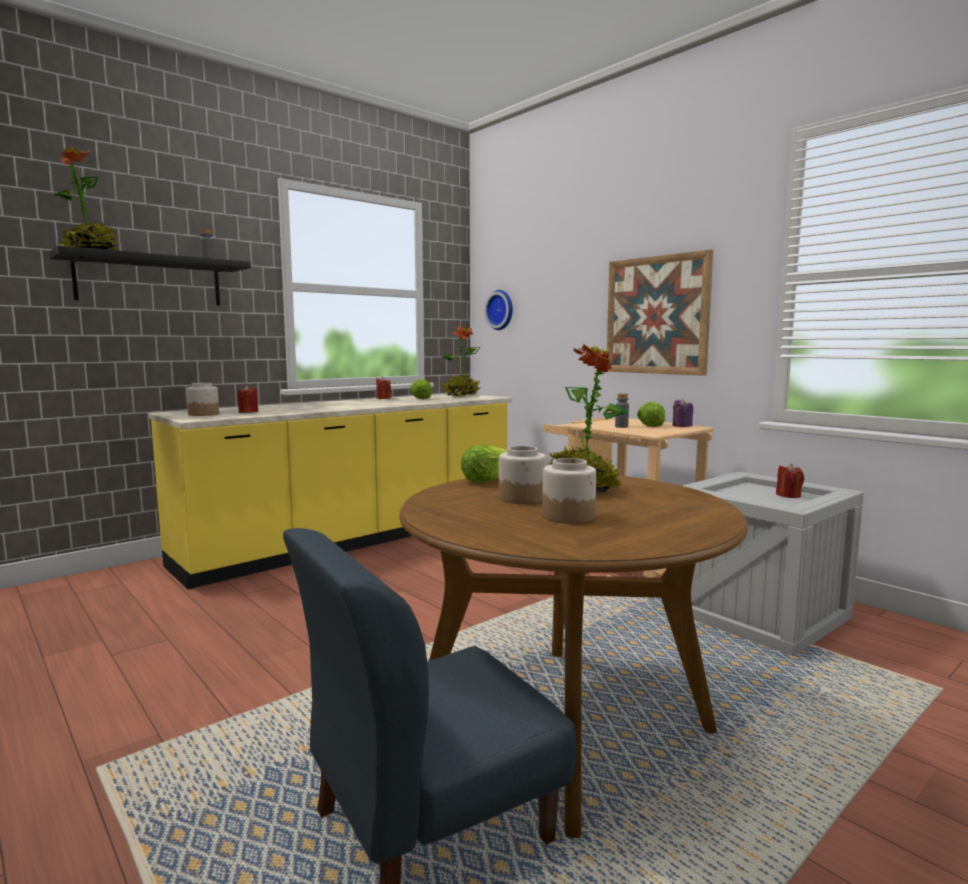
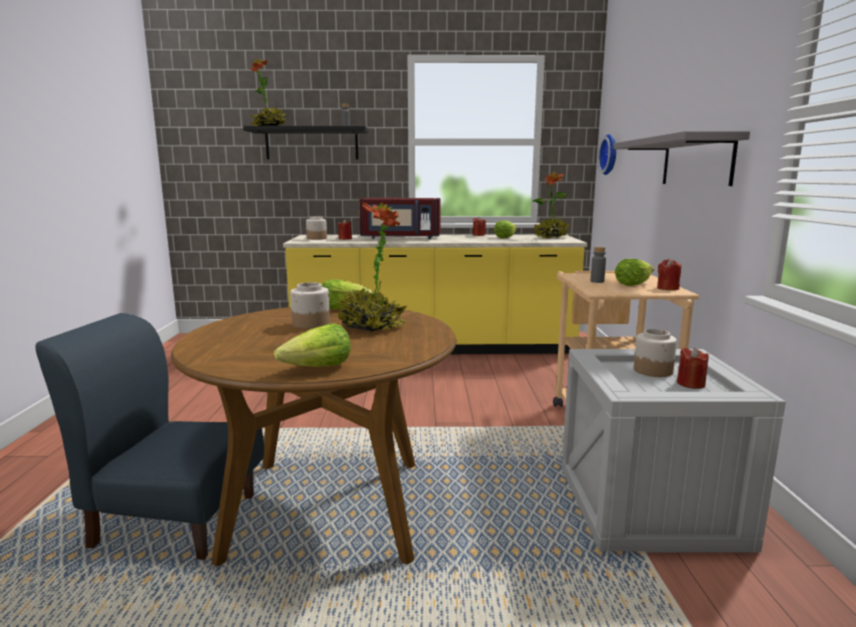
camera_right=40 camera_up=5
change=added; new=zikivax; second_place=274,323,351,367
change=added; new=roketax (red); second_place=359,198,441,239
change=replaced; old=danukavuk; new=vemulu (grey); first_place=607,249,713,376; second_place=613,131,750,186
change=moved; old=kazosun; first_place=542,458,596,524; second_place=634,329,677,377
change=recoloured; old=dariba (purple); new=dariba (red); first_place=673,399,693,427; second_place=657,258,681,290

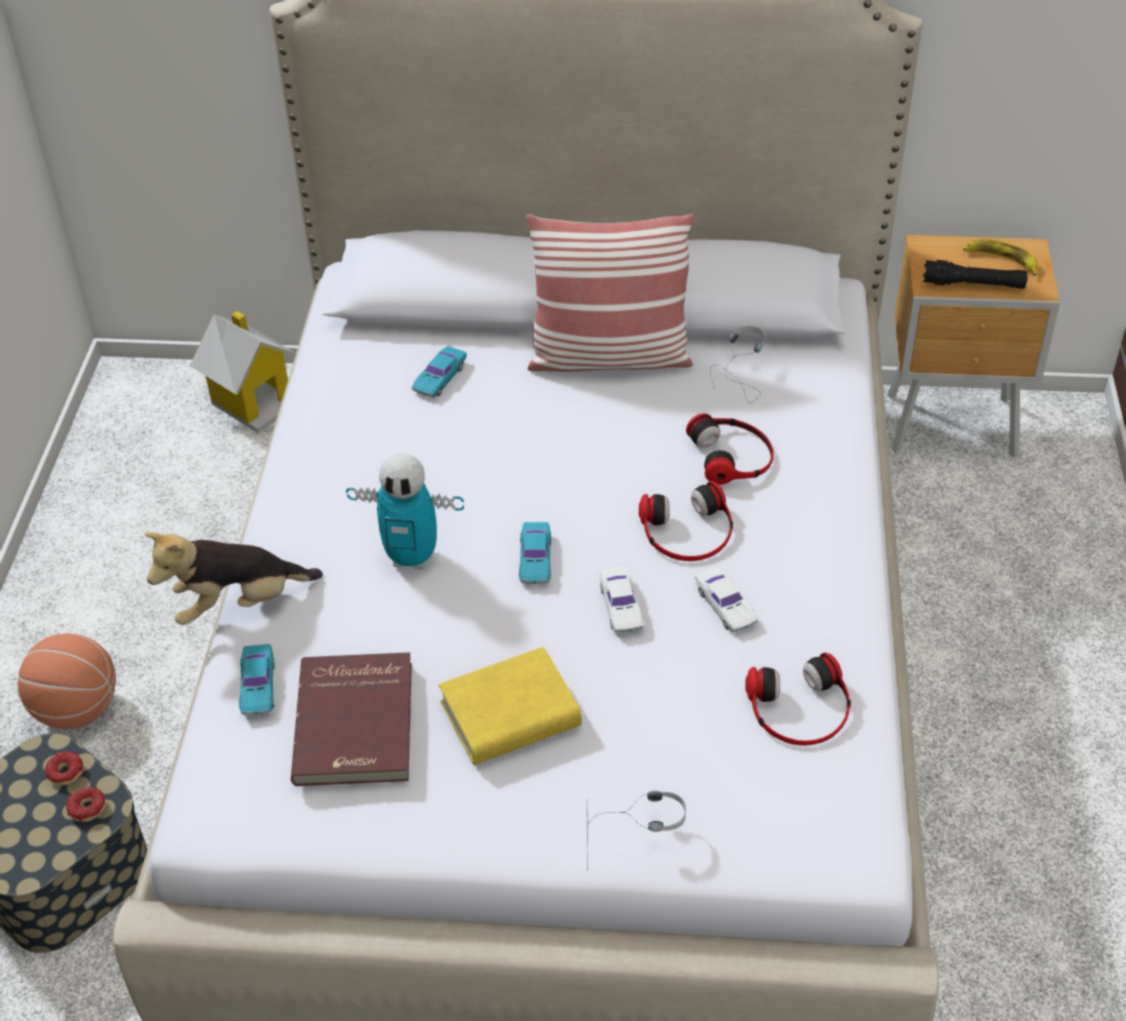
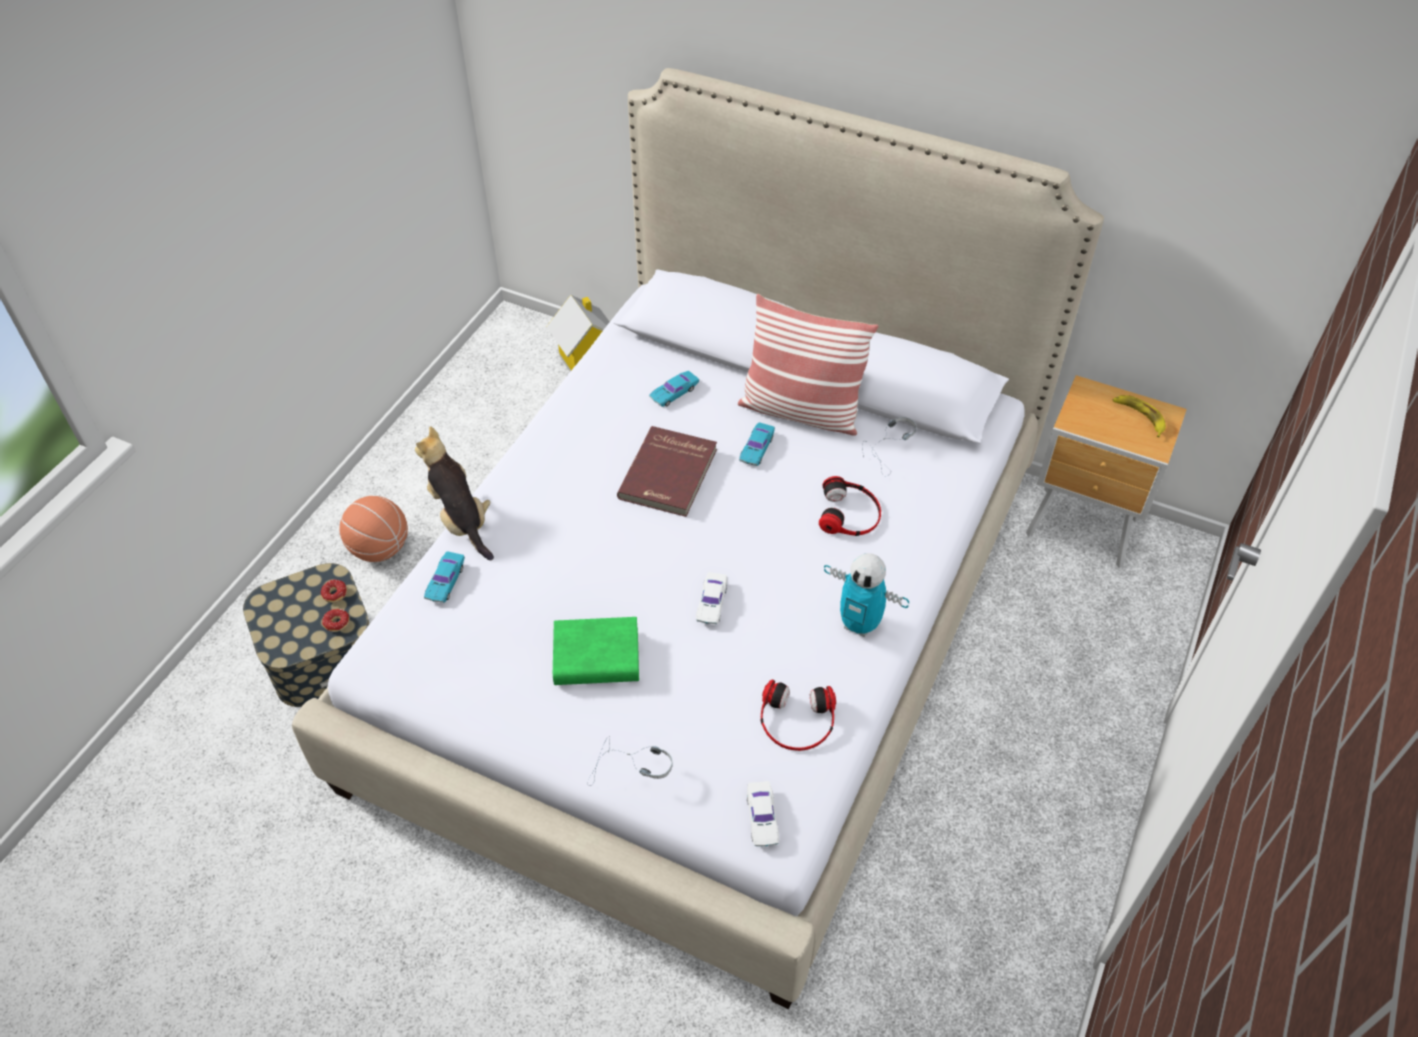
camera_right=20 camera_up=5
change=turned; old=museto; first_place=145,532,323,625; second_place=415,426,494,560; degrees=60
change=recoloured; old=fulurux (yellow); new=fulurux (green); first_place=439,647,582,765; second_place=553,617,639,685
change=moved; old=fulurux (red); first_place=291,652,412,786; second_place=617,426,717,517
change=moved; old=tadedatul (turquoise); first_place=519,522,552,584; second_place=739,422,775,466
change=moved; old=tadedatul (white); first_place=695,566,758,632; second_place=747,781,779,846
change=moved; old=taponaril; first_place=346,453,464,570; second_place=824,553,909,637
change=removed; old=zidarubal; first_place=639,481,733,561
change=removed; old=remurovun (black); first_place=923,260,1027,289

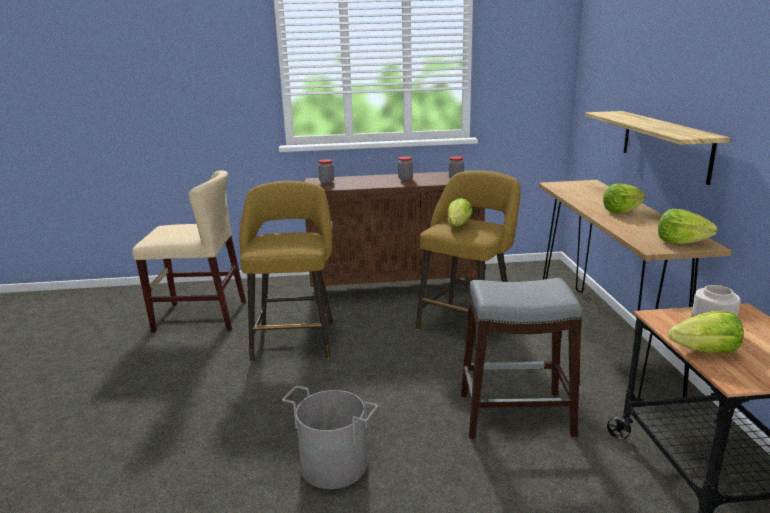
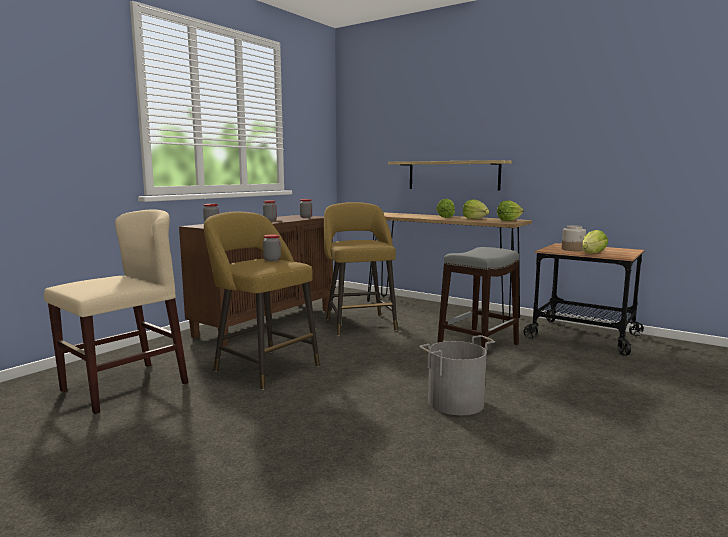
camera_right=-50 camera_up=-10
change=added; new=kazosun; second_place=263,234,281,261
change=moved; old=zikivax; first_place=447,198,473,226; second_place=463,199,489,219

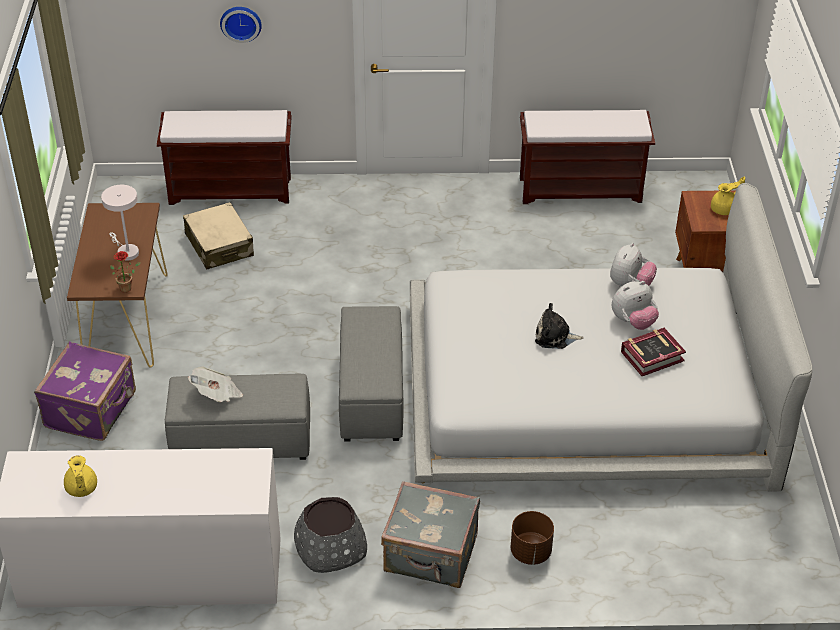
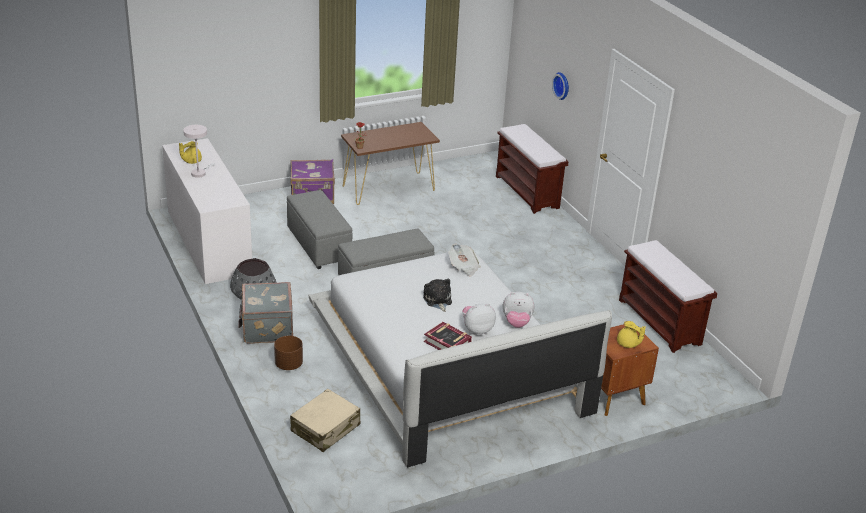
camera_right=65 camera_up=-10
change=moved; old=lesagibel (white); first_place=101,185,139,261; second_place=183,125,215,178
change=moved; old=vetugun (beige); first_place=183,202,254,270; second_place=290,389,360,452
change=moved; old=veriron; first_place=188,367,243,402; second_place=448,244,481,277
change=turned; old=museto; first_place=612,281,659,330; second_place=462,303,496,335; degrees=120

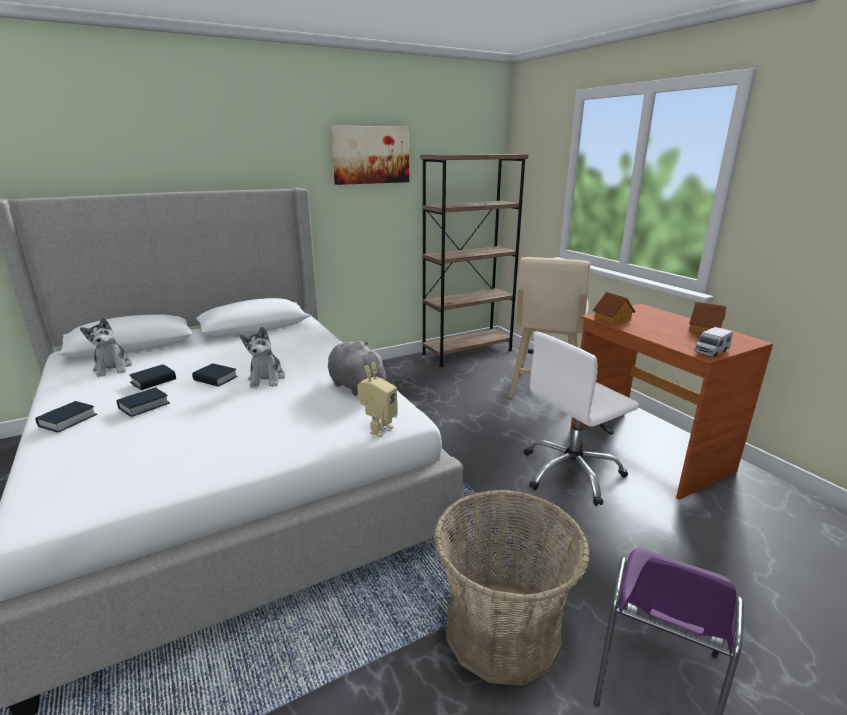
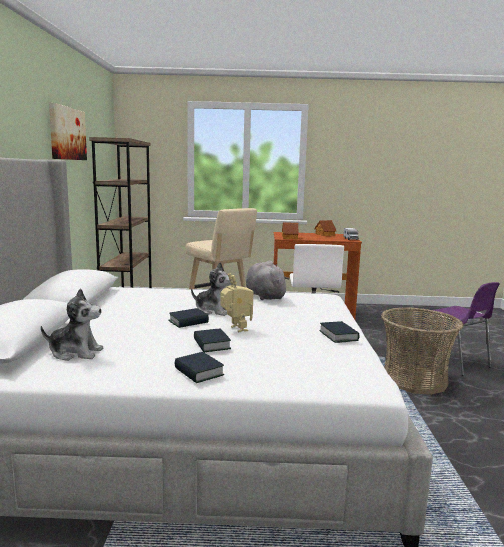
camera_right=-60 camera_up=-10
change=moved; old=taponaril; first_place=357,362,398,437; second_place=220,273,254,332
change=turned; old=museto (grey); first_place=328,341,390,396; second_place=246,261,290,300; degrees=75
change=moved; old=fulurux; first_place=129,364,176,390; second_place=319,321,360,343

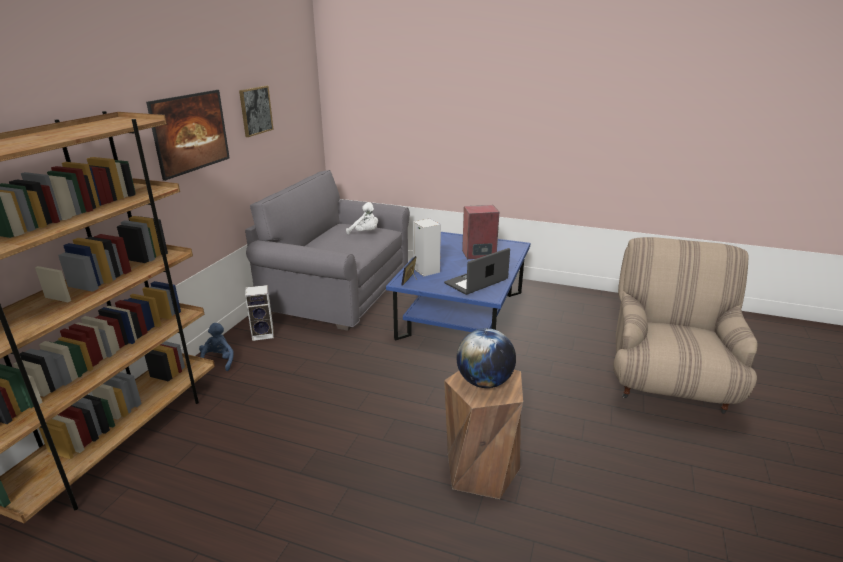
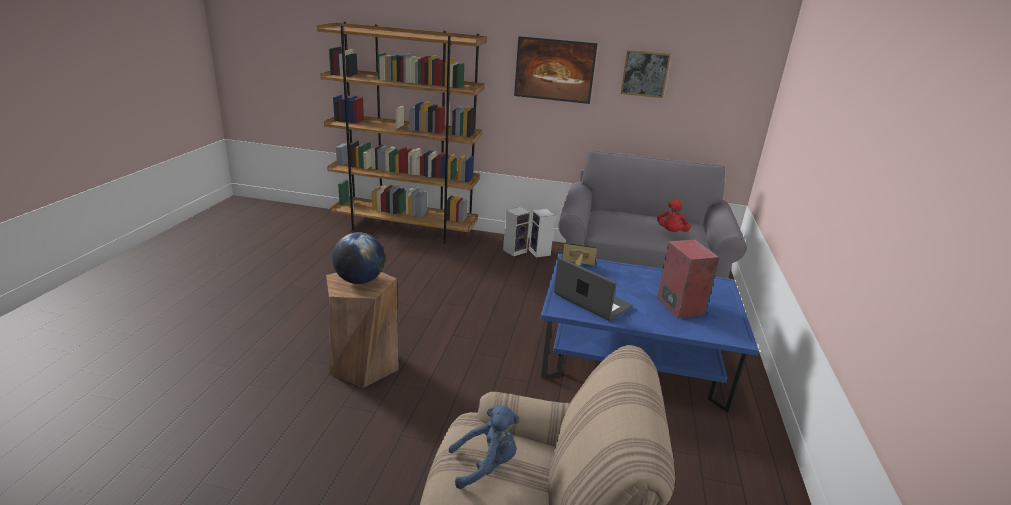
camera_right=80 camera_up=0
change=moved; old=museto (blue); first_place=199,323,234,371; second_place=448,406,520,489
change=moved; old=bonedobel; first_place=413,218,441,276; second_place=503,207,531,256
change=recoloured; old=museto (white); new=museto (red); first_place=346,202,378,234; second_place=657,199,691,232

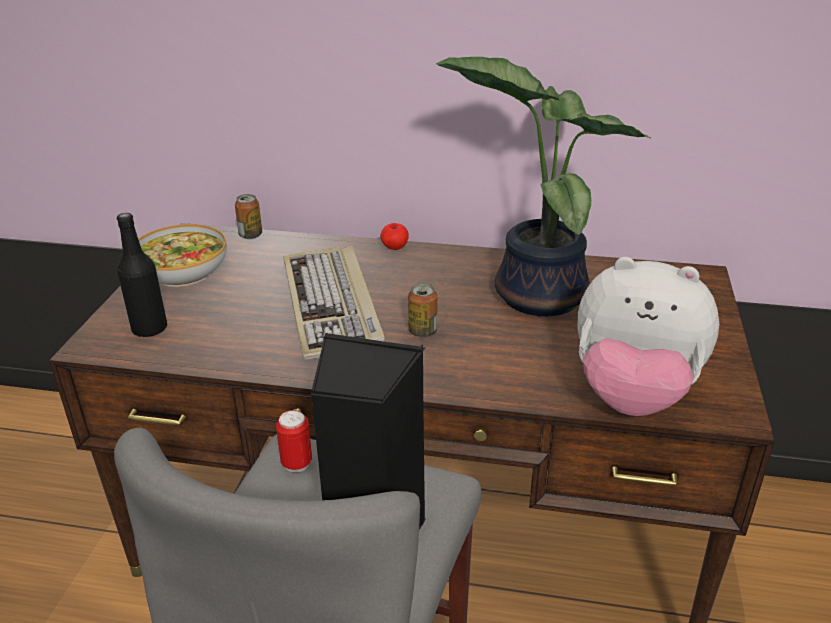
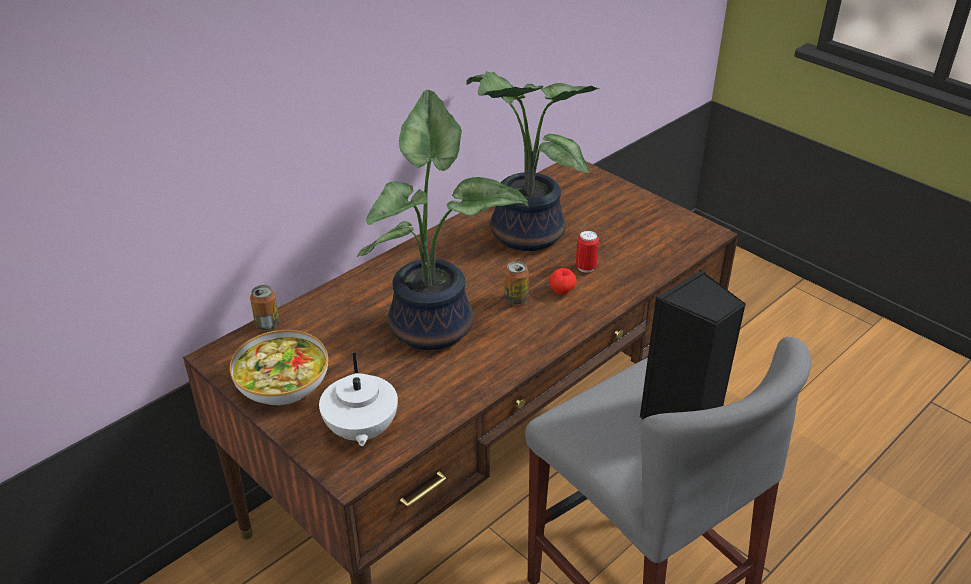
camera_right=-55 camera_up=5
change=replaced; old=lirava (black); new=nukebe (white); first_place=117,213,167,337; second_place=319,352,398,446
change=replaced; old=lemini; new=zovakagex; first_place=283,246,385,360; second_place=357,90,529,350
change=moved; old=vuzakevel; first_place=380,223,409,250; second_place=549,268,577,294
change=moved; old=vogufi; first_place=276,410,312,472; second_place=576,230,599,273
change=removed; old=museto; first_place=578,257,719,416

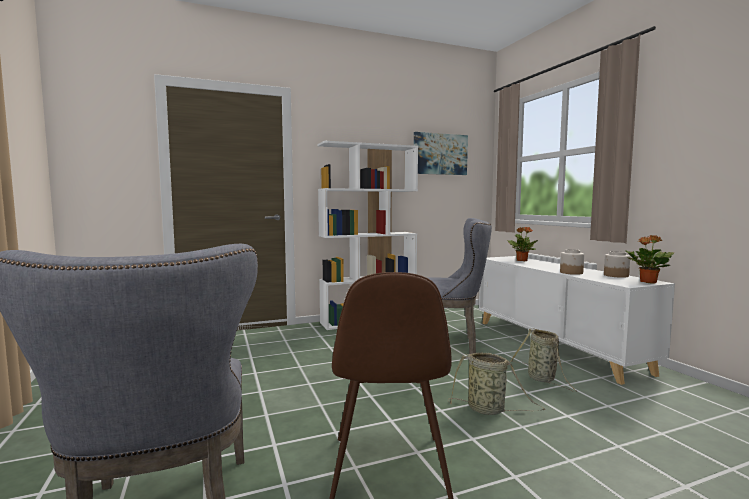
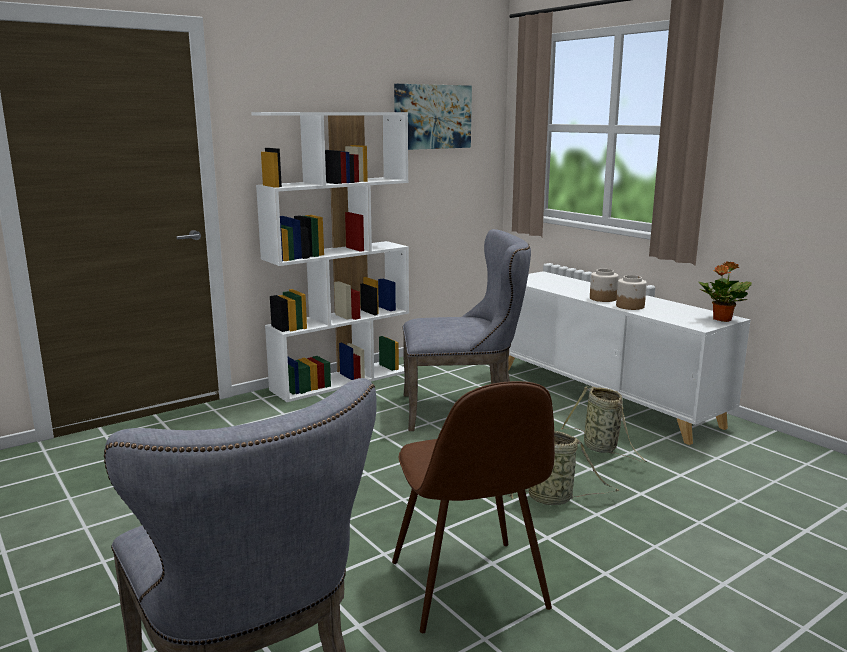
camera_right=-15 camera_up=10
change=moved; old=kazosun; first_place=604,251,630,278; second_place=590,269,619,302
change=removed; old=zovakagex; first_place=507,227,538,261

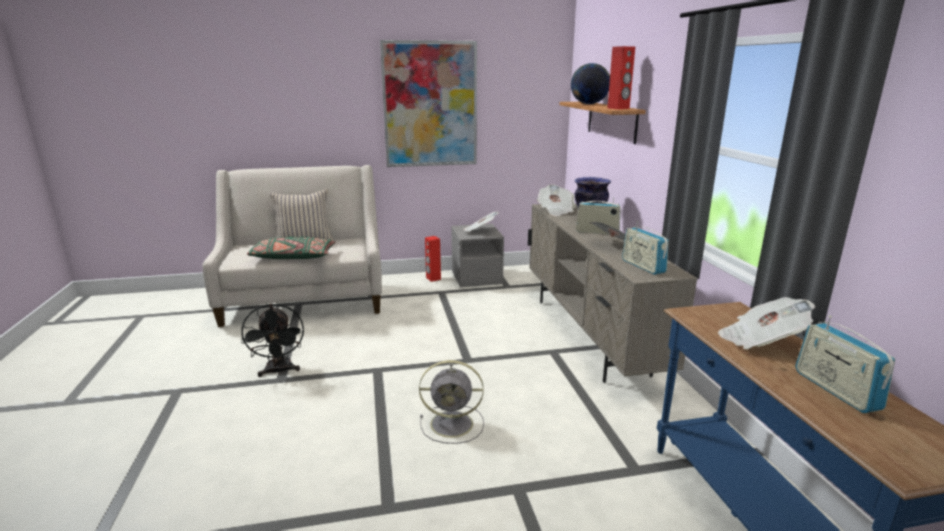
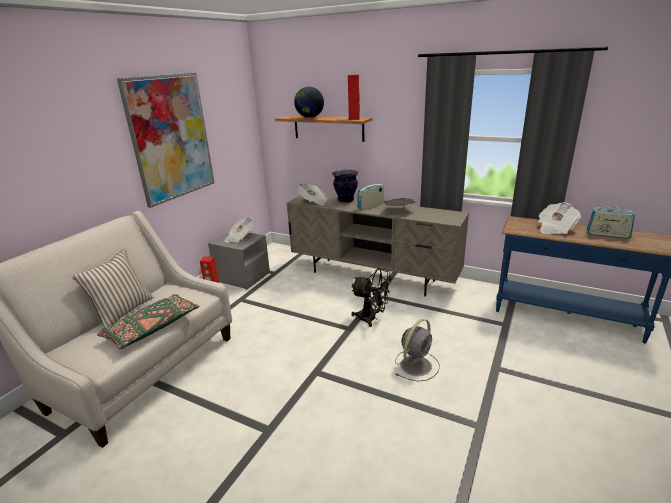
camera_right=-50 camera_up=5
change=moved; old=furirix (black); first_place=241,303,304,377; second_place=351,268,391,327
change=removed; old=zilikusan; first_place=622,221,669,275

